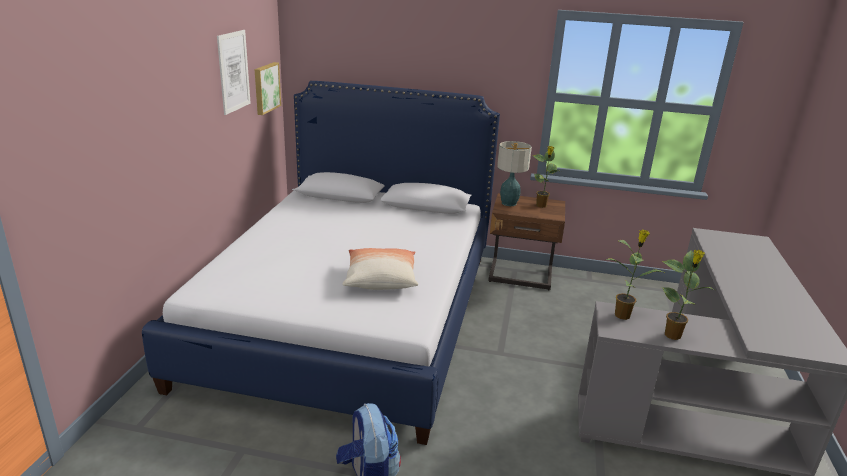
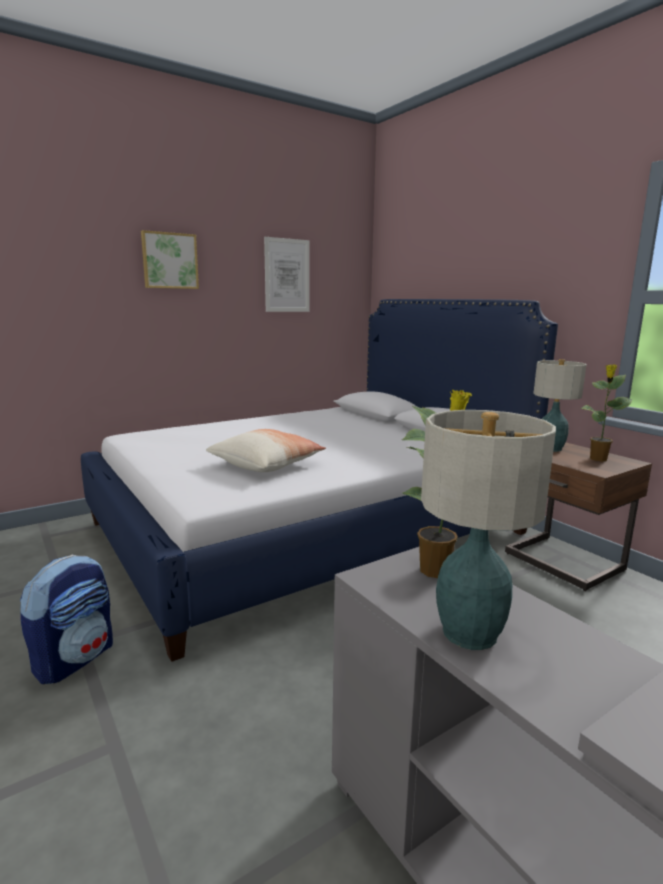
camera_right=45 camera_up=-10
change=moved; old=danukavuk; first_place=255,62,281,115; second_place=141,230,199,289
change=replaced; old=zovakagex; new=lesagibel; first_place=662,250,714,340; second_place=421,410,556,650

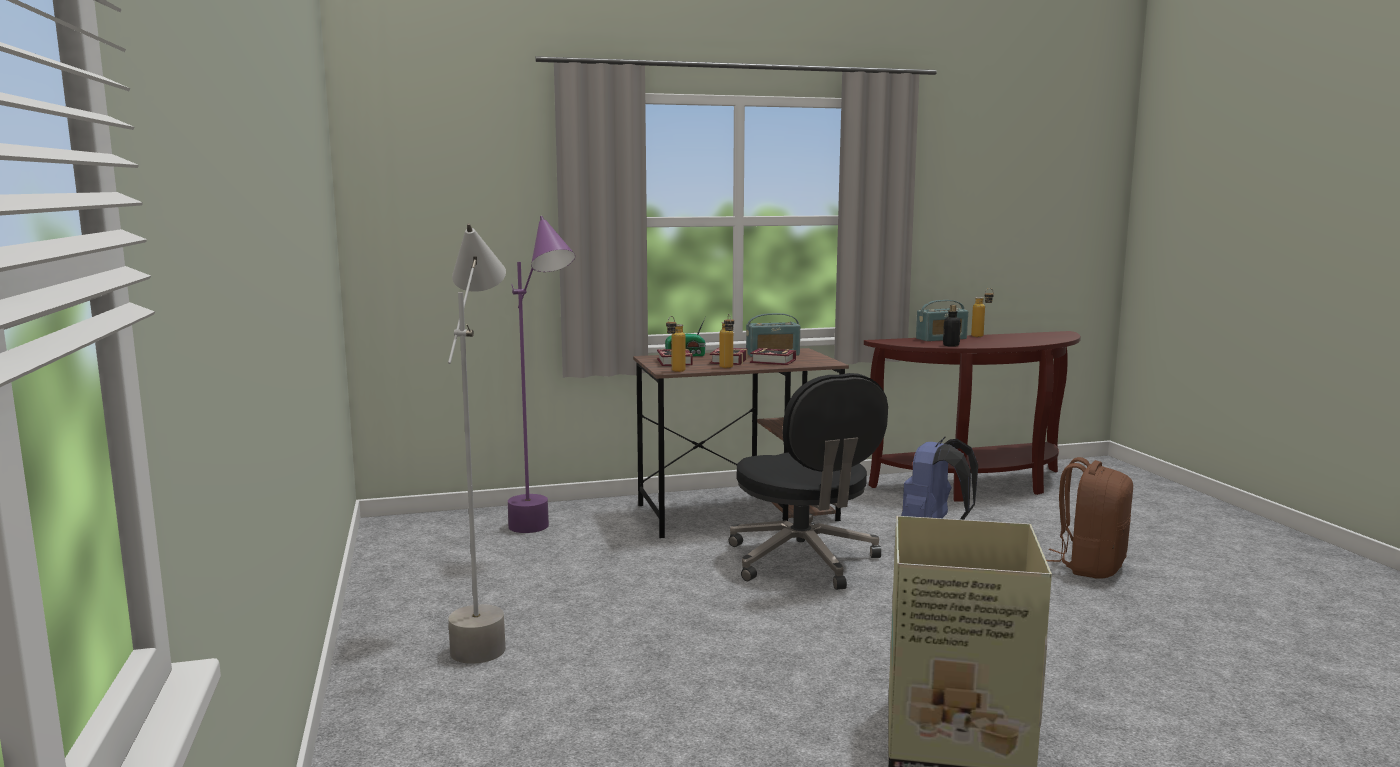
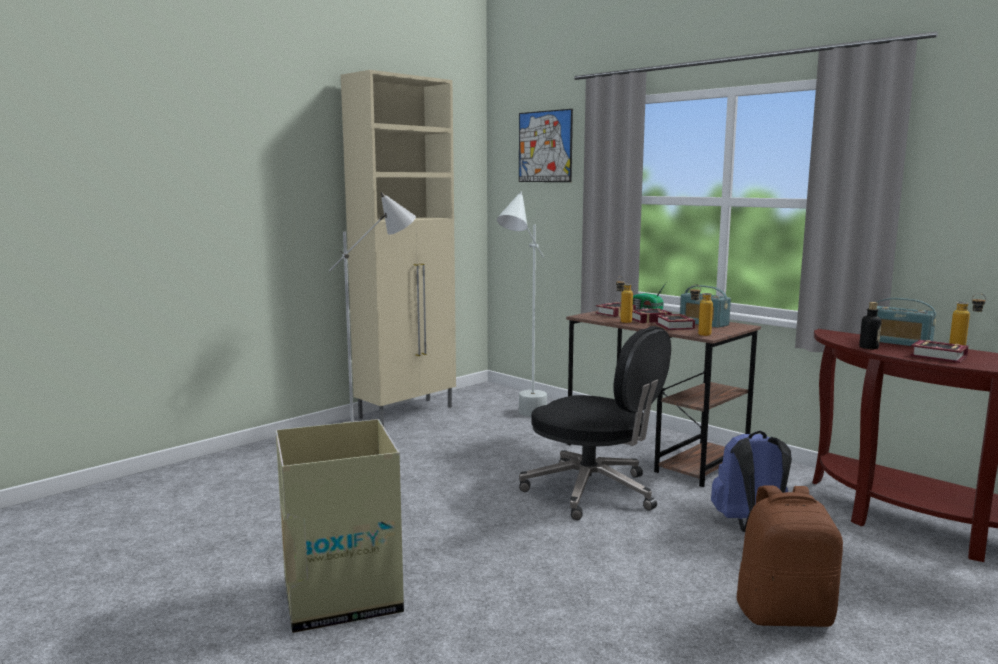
camera_right=60 camera_up=0
change=added; new=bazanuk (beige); second_place=341,70,456,426
change=recoloured; old=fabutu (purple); new=fabutu (white); first_place=508,216,575,533; second_place=497,192,547,417
change=added; new=danukavuk; second_place=519,109,573,182
change=turned; old=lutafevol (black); first_place=729,373,888,590; second_place=519,326,671,520; degrees=-90
change=moved; old=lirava; first_place=666,316,686,372; second_place=690,284,713,336
change=added; new=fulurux; second_place=910,340,969,363

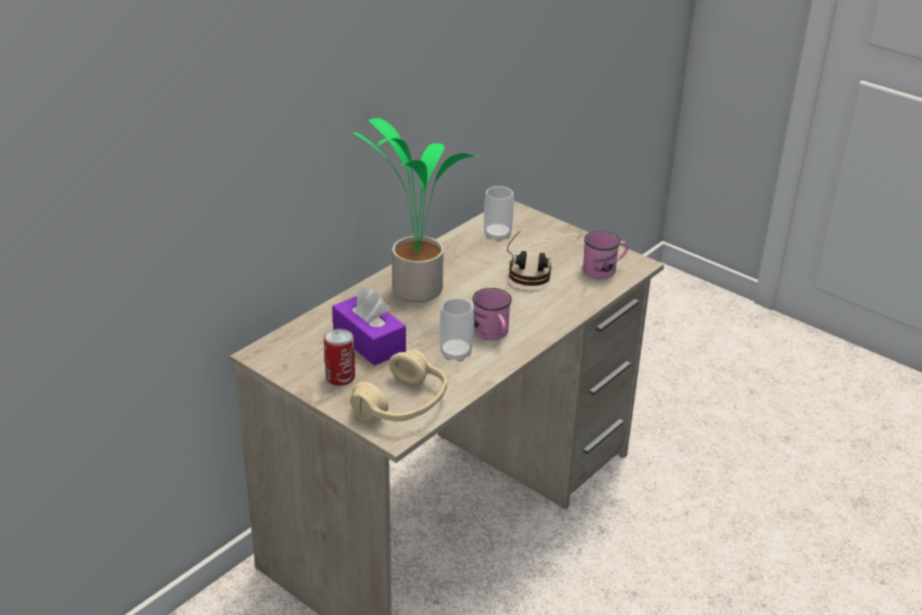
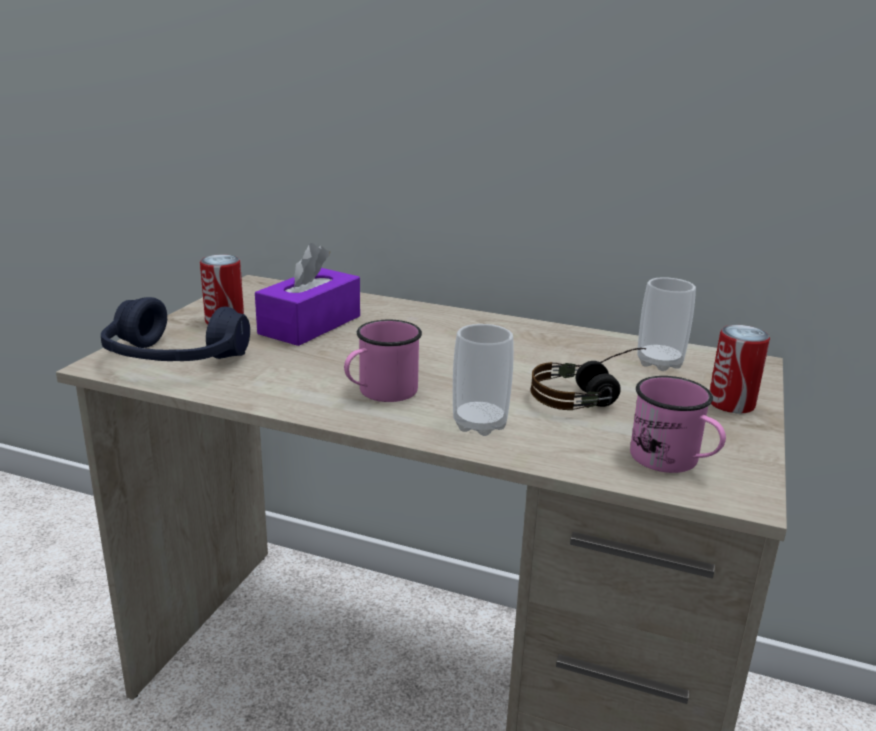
camera_right=70 camera_up=-10
change=recoloured; old=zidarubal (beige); new=zidarubal (blue); first_place=350,350,447,421; second_place=101,297,250,361
change=moved; old=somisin; first_place=439,298,474,362; second_place=453,324,514,436
change=added; new=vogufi; second_place=710,325,770,413
change=removed; old=zovakagex; first_place=353,118,478,302

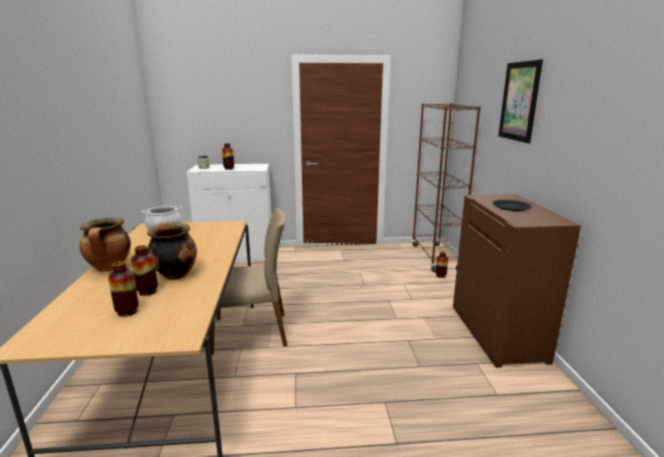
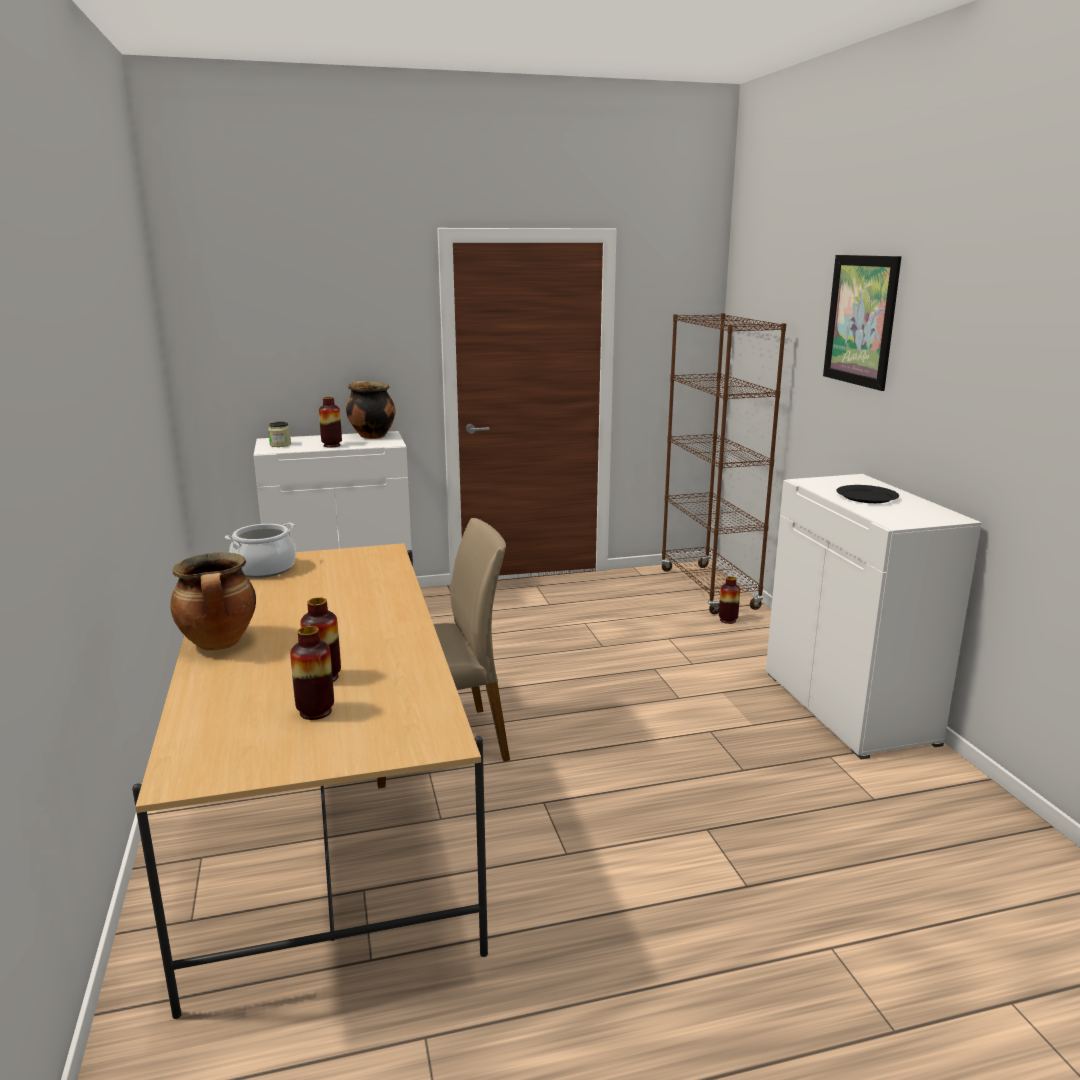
camera_right=-10 camera_up=0
change=moved; old=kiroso; first_place=147,221,197,280; second_place=346,381,396,439
change=recoloured; old=bazanuk (brown); new=bazanuk (white); first_place=453,194,581,368; second_place=766,474,982,759

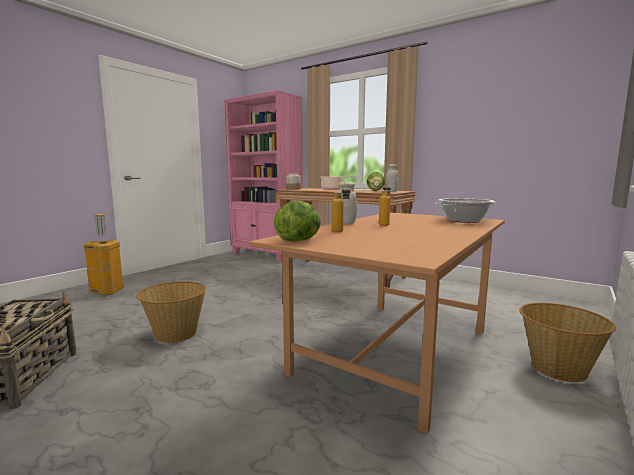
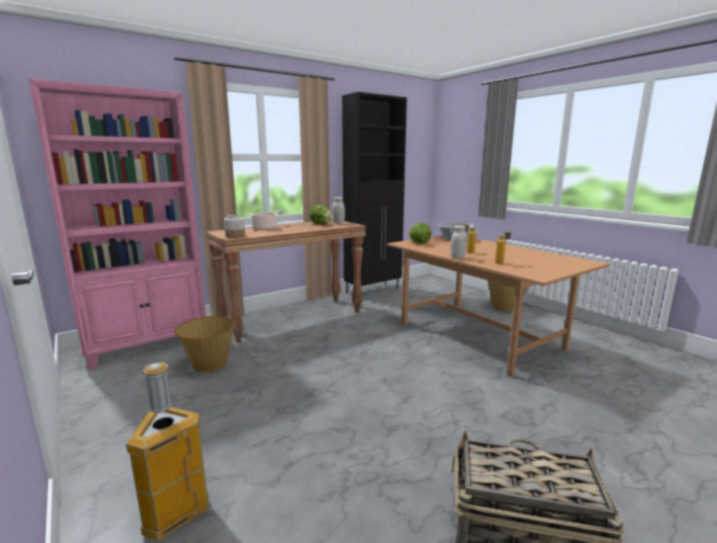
camera_right=-70 camera_up=5
change=moved; old=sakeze; first_place=136,281,206,343; second_place=174,316,236,372
change=added; new=bazanuk (black); second_place=342,92,407,293
change=moved; old=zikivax; first_place=274,200,321,242; second_place=409,223,432,243

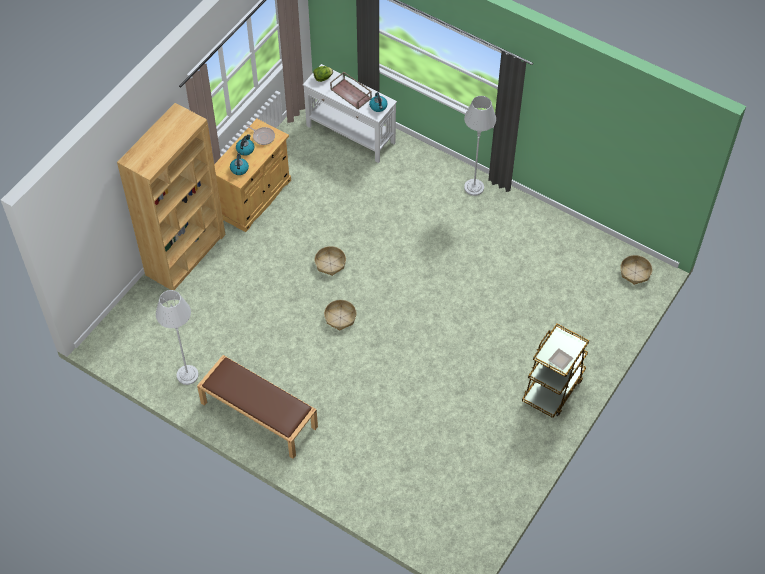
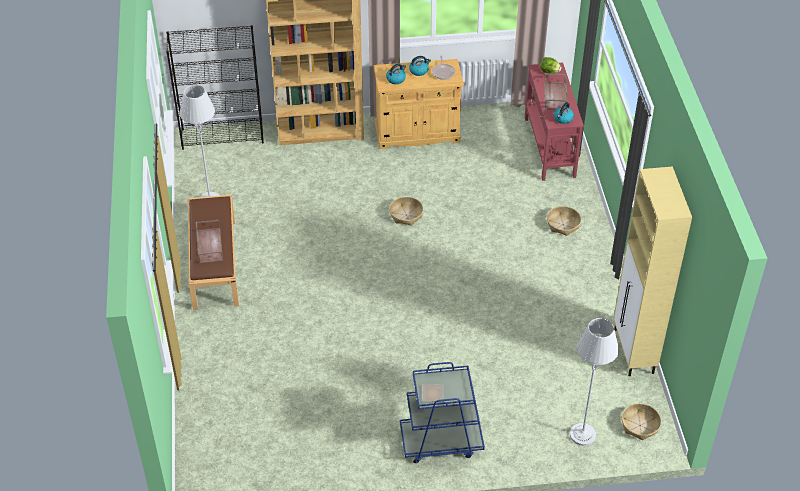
camera_right=50 camera_up=-10
change=added; new=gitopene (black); second_place=166,25,264,150
change=added; new=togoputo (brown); second_place=196,220,223,264
change=recoloured; old=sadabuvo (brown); new=sadabuvo (blue); first_place=522,324,589,418; second_place=400,362,485,463
change=recoloured; old=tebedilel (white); new=tebedilel (red); first_place=303,64,397,163; second_place=525,62,584,181
change=moved; old=sakeze; first_place=324,300,356,330; second_place=547,206,581,236
change=moved; old=fabutu (grey); first_place=464,96,496,196; second_place=570,318,619,446
change=added; new=bazanuk (beige); second_place=613,166,692,376

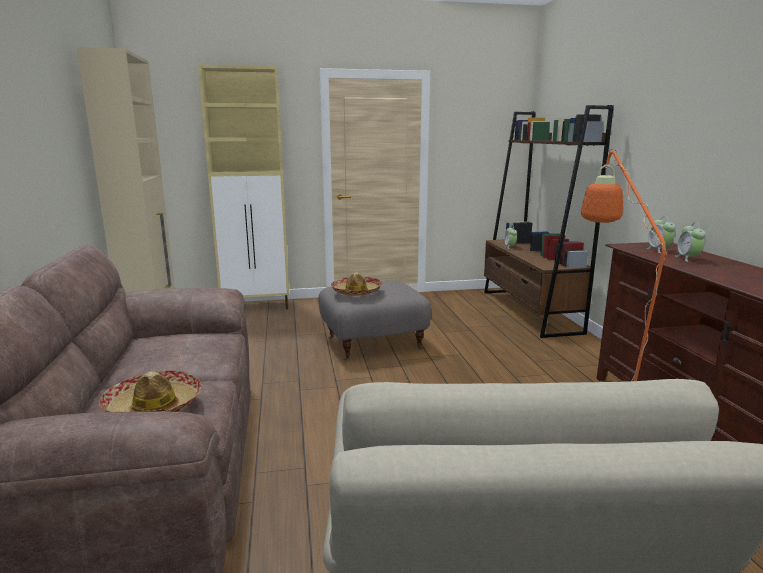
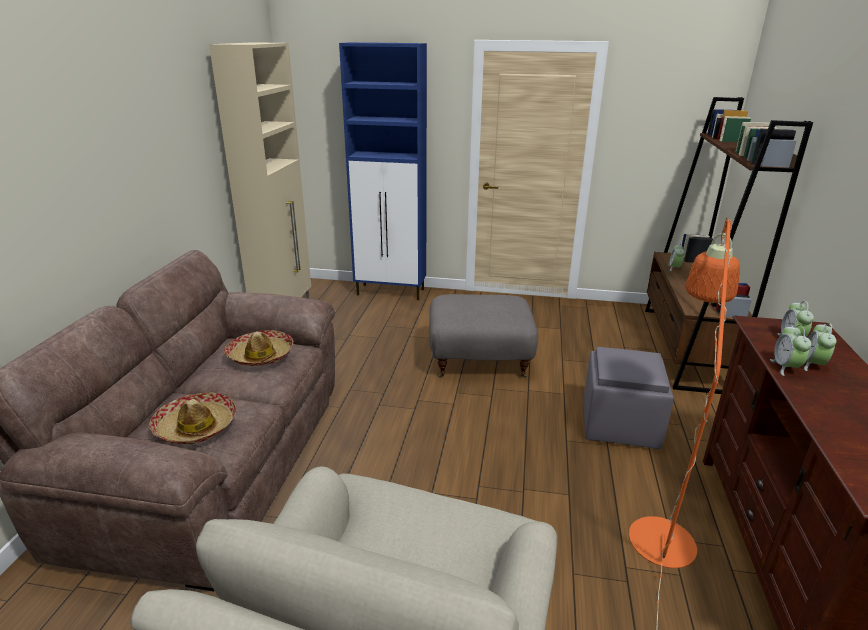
camera_right=20 camera_up=10
change=moved; old=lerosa; first_place=331,272,382,296; second_place=224,330,293,366
change=recoloured; old=bazanuk (beige); new=bazanuk (blue); first_place=198,65,289,309; second_place=339,42,427,300
change=added; new=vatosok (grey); second_place=584,347,674,449
change=added; new=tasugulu; second_place=770,325,811,376

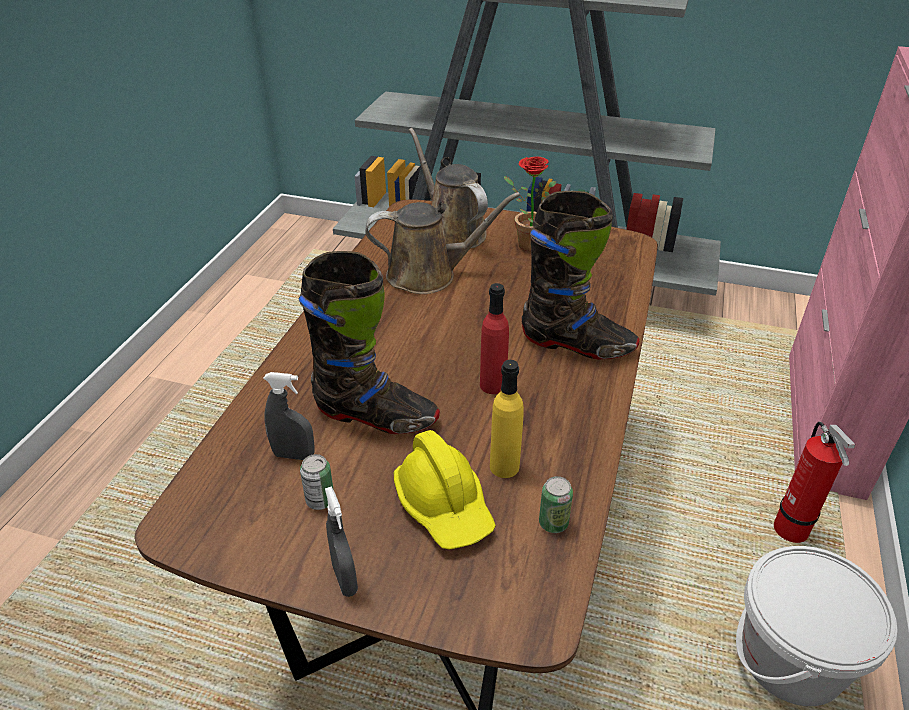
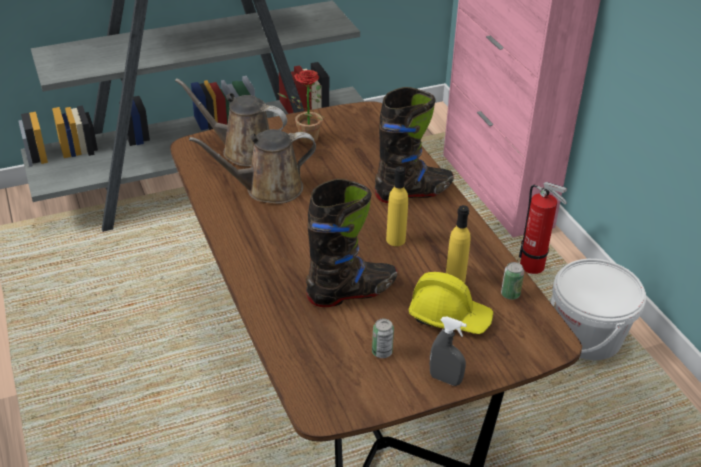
camera_right=-40 camera_up=0
change=turned; old=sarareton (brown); first_place=365,192,520,294; second_place=189,129,316,204; degrees=-150
change=recoloured; old=lirava (red); new=lirava (yellow); first_place=480,283,509,394; second_place=386,166,408,246
change=removed; old=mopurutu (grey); first_place=263,372,314,460

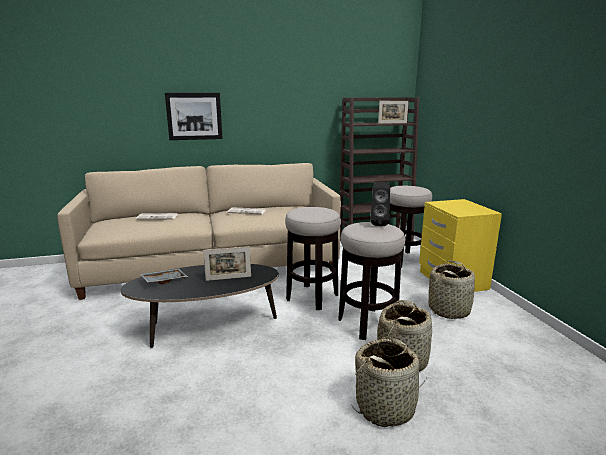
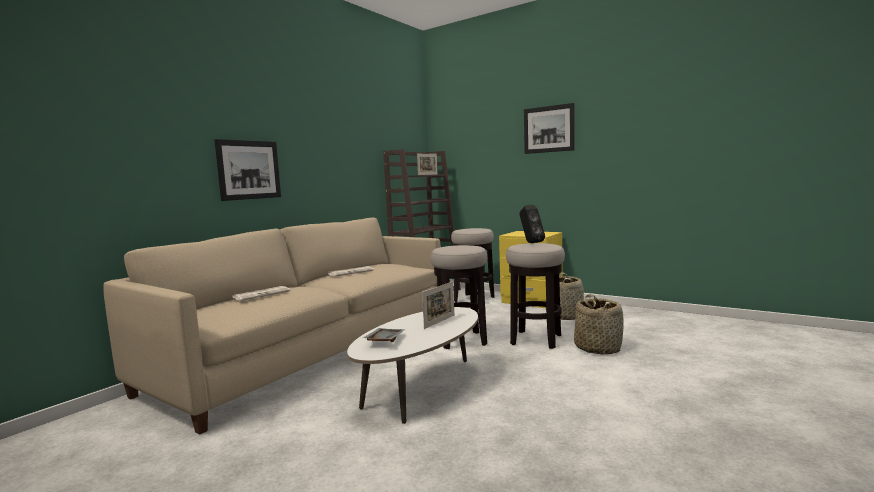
camera_right=-40 camera_up=-10
change=recoloured; old=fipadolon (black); new=fipadolon (white); first_place=121,264,279,348; second_place=347,307,478,424
change=added; new=danukavuk; second_place=524,103,575,154
change=removed; old=sakeze; first_place=351,337,427,427

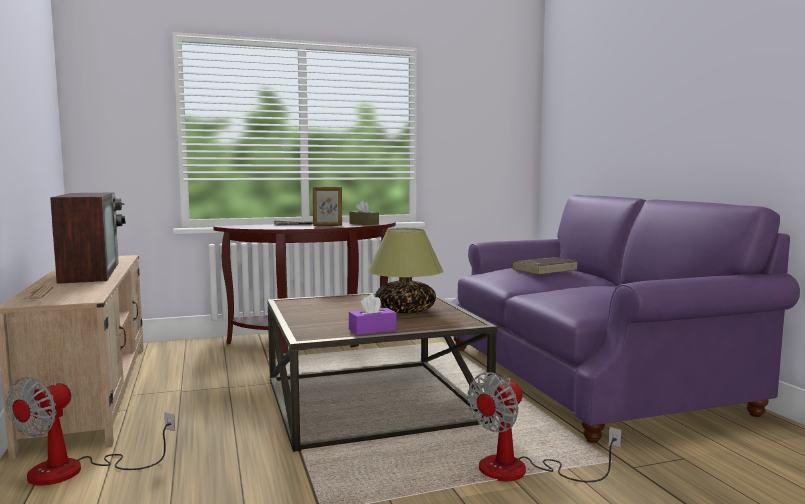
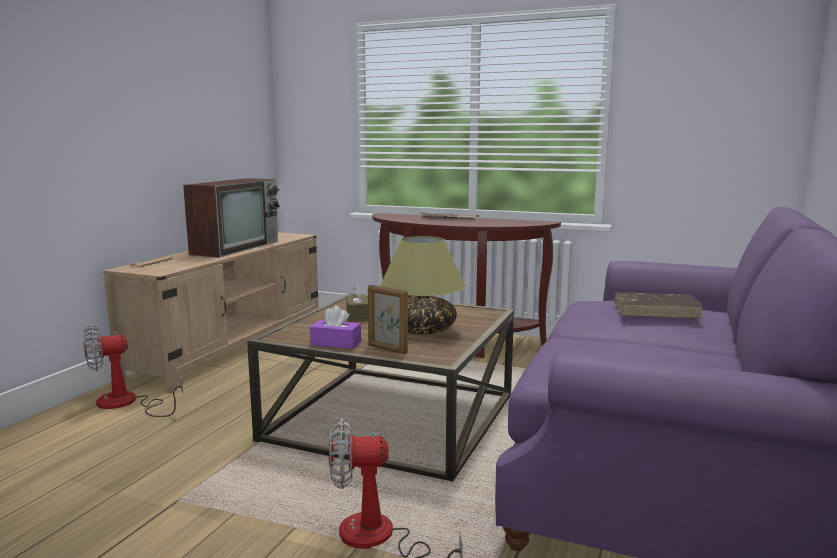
camera_right=40 camera_up=5
change=moved; old=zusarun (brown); first_place=349,200,379,225; second_place=346,283,368,322
change=moved; old=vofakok; first_place=313,187,342,226; second_place=368,285,408,354

